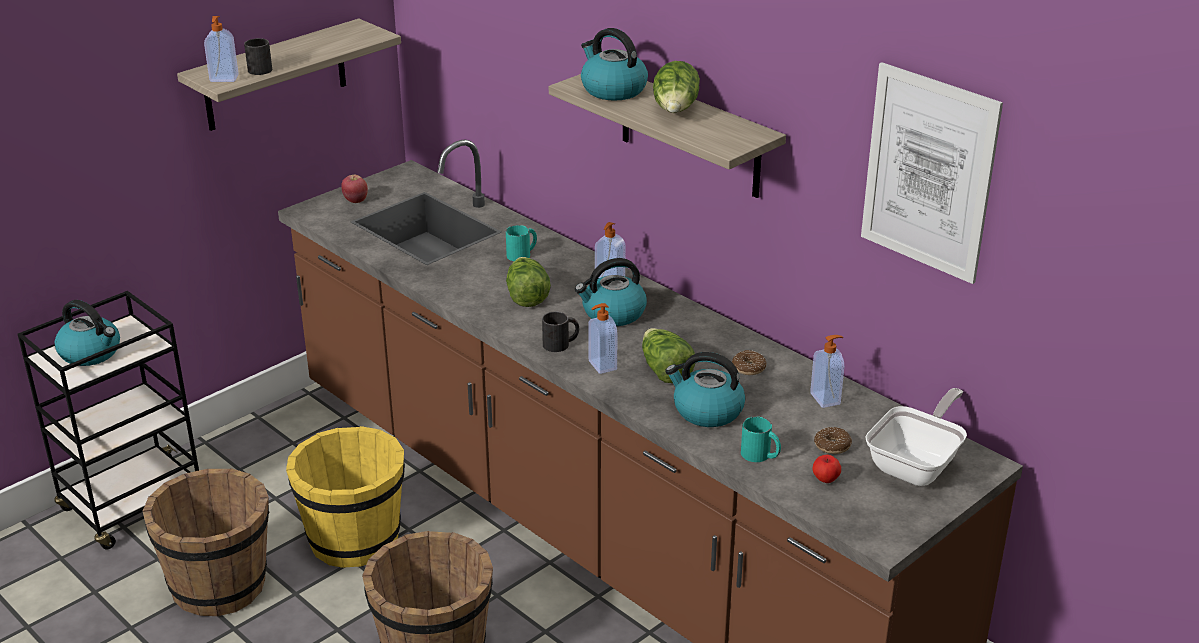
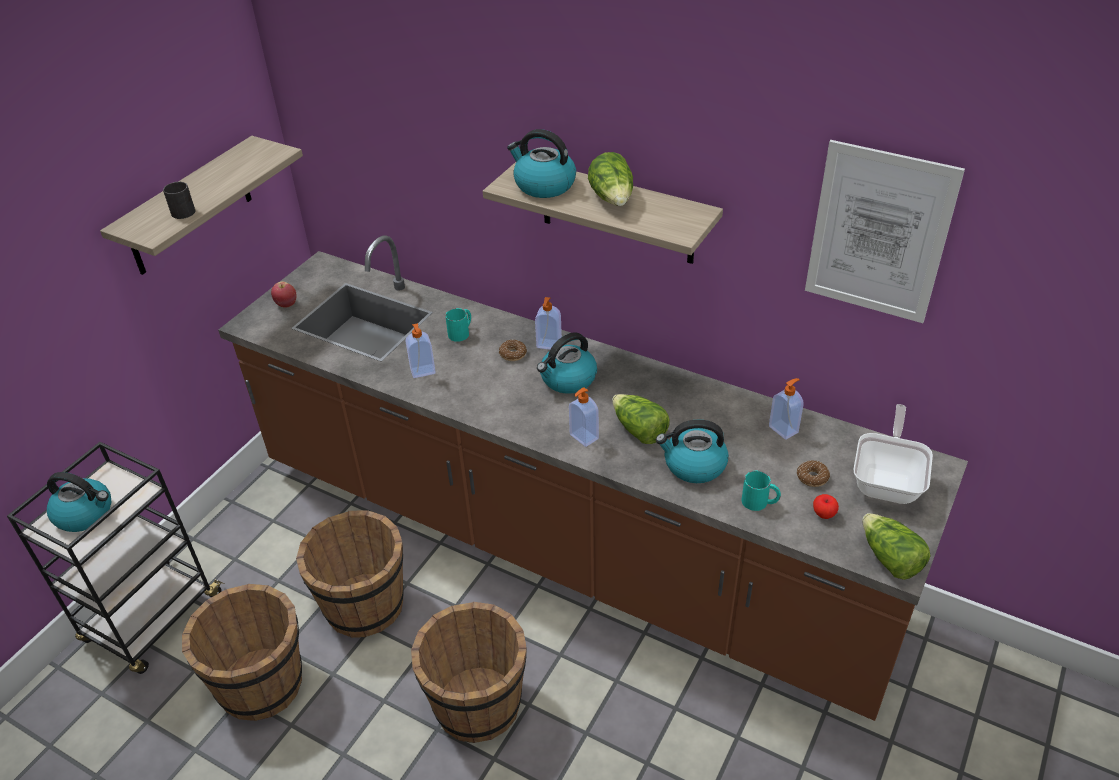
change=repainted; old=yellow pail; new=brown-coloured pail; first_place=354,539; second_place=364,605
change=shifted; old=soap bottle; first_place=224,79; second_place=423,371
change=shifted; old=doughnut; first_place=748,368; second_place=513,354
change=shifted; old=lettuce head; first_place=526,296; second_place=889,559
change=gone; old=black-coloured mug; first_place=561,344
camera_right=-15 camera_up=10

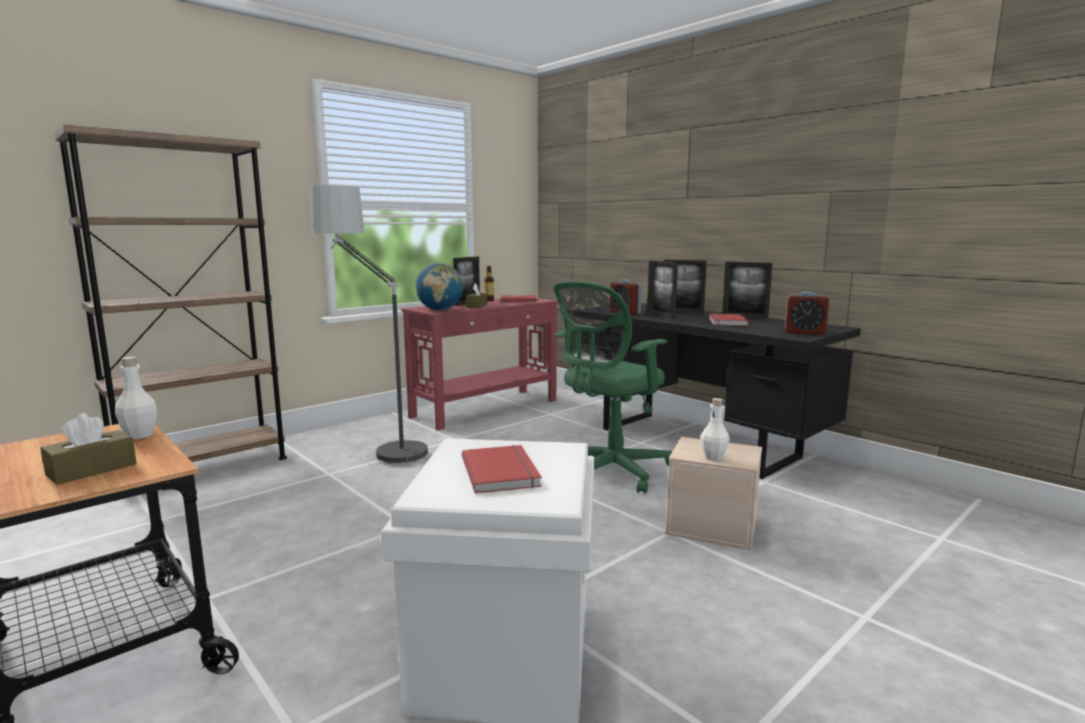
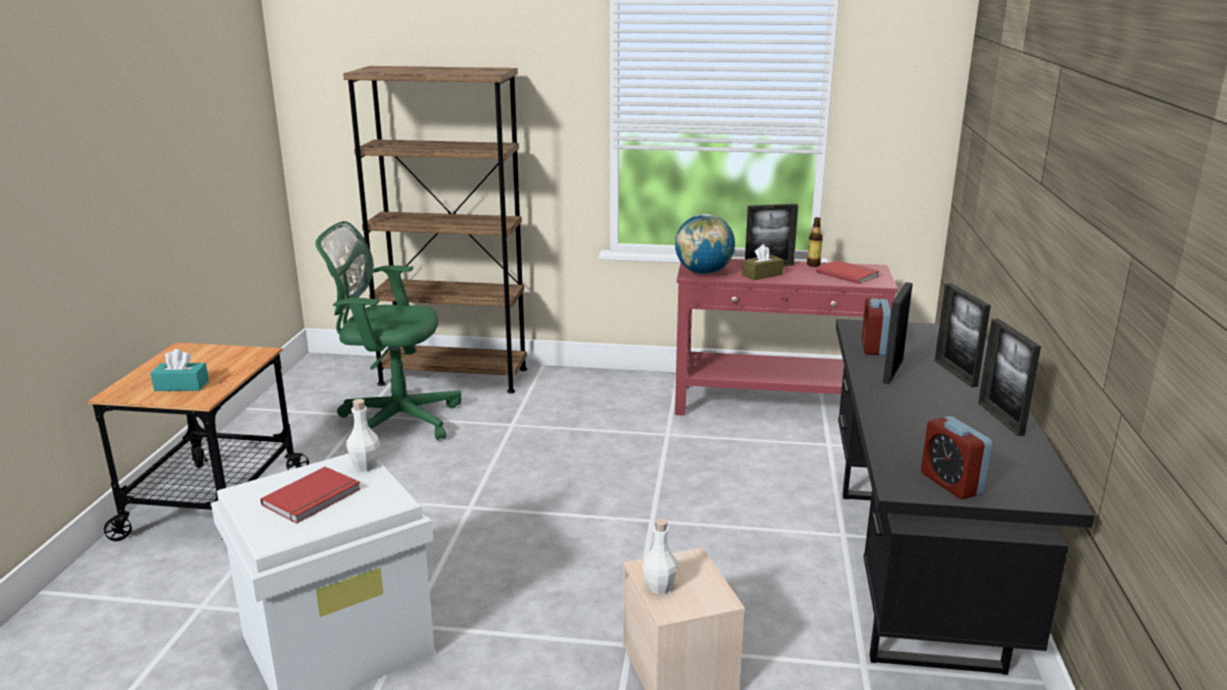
change=repainted; old=brown-coloured box of tissues; new=turquoise-coloured box of tissues; first_place=92,469; second_place=181,386
change=shifted; old=greenish office chair; first_place=610,472; second_place=395,418
change=shifted; old=white-coloured drink bottle; first_place=139,435; second_place=365,466
change=gone; old=standing lamp; first_place=375,447
change=gone; old=reddish book; first_place=725,322
camera_right=50 camera_up=10

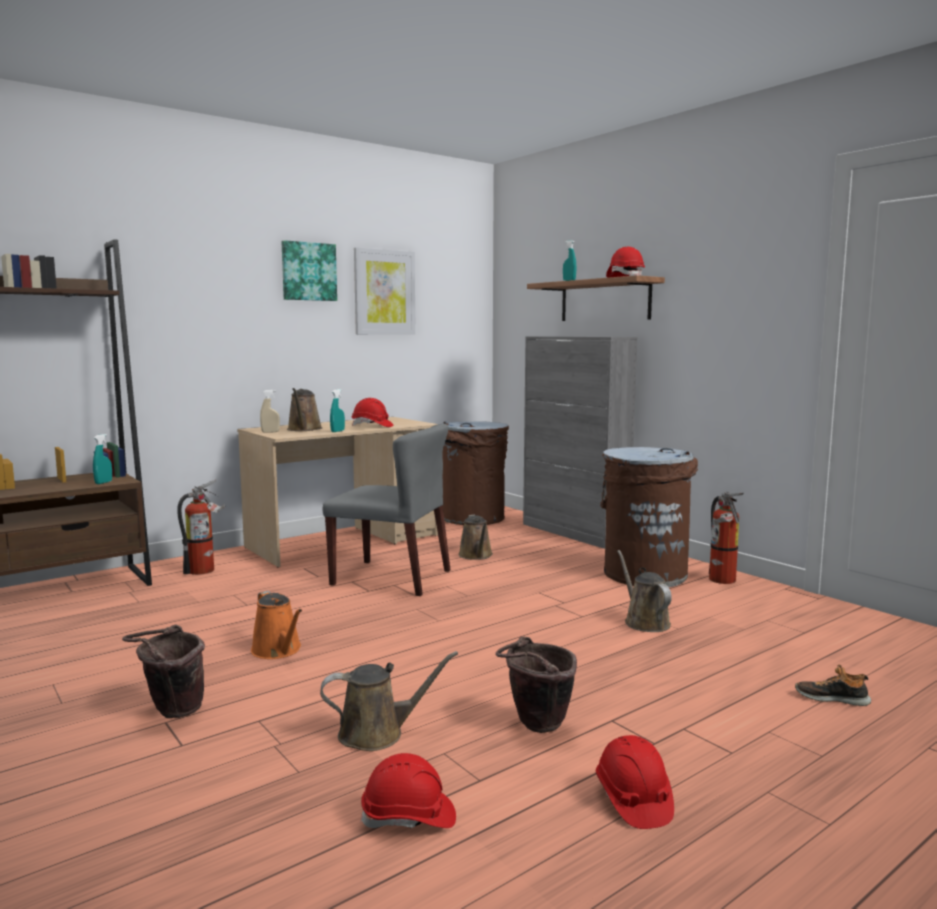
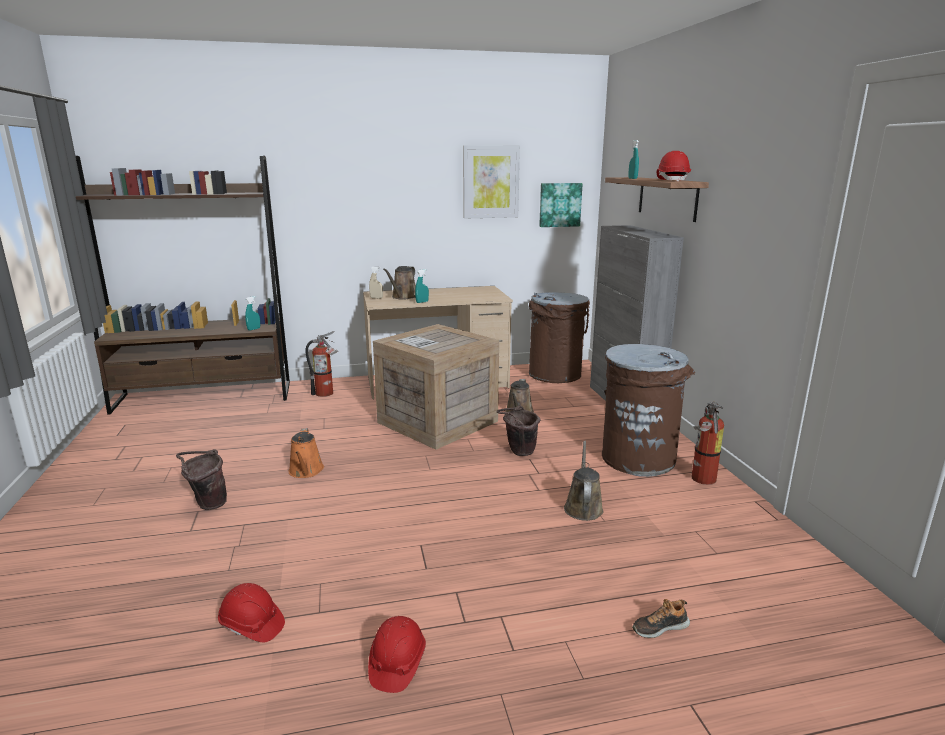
change=swapped; old=greyish chair; new=shipping crate; first_place=392,577; second_place=437,423
change=shifted; old=brown-coloured pail; first_place=535,726; second_place=518,452
change=shifted; old=picture; first_place=308,271; second_place=559,205
change=rotated; old=shoe; first_place=831,698; second_place=659,627; degrees=-60
change=gone; old=brown-coloured watering pot; first_place=377,733
change=gone; old=reddish safety helmet; first_place=372,426
camera_right=25 camera_up=10

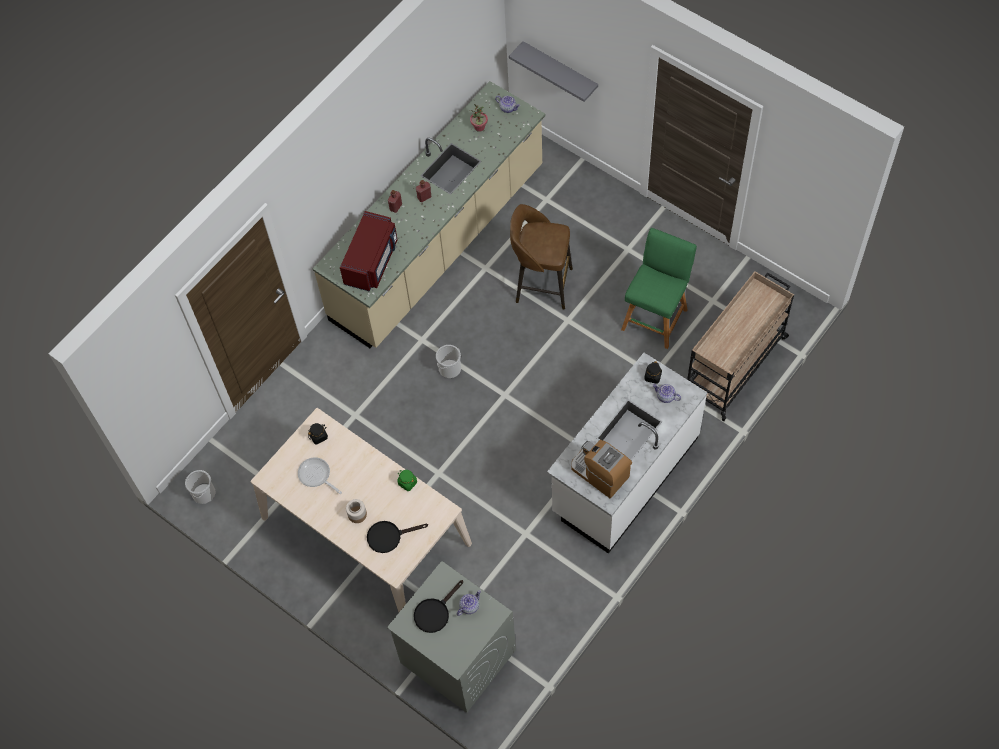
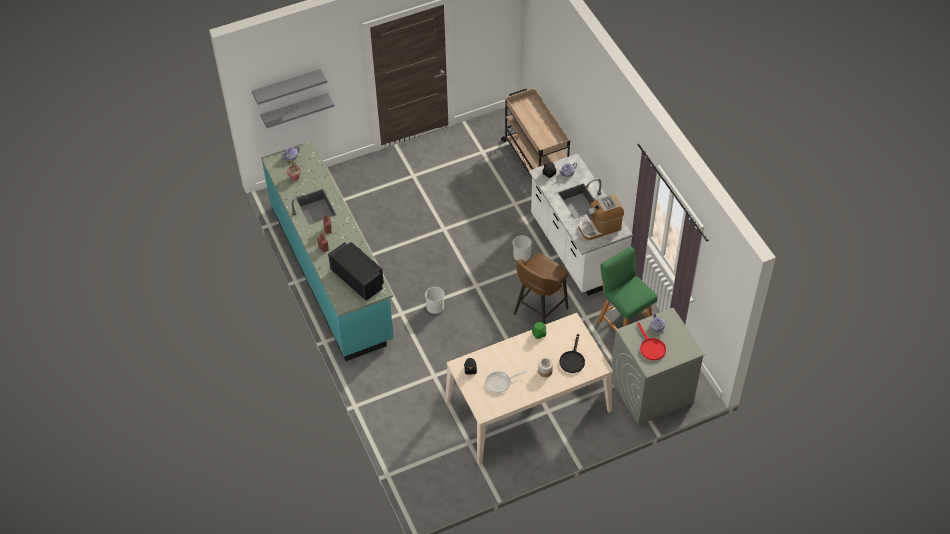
change=new; new=greyish shelf; second_place=287,87
change=repainted; old=beige-coloured counter; new=turquoise-coloured counter; first_place=439,244; second_place=331,272
change=repainted; old=reddish microwave; new=black-coloured microwave; first_place=372,261; second_place=358,279
change=shifted; old=pail; first_place=203,493; second_place=521,255
change=shifted; old=brown-coloured stool seat; first_place=541,285; second_place=539,312
change=shifted; old=greenish stool seat; first_place=655,317; second_place=623,323
change=repainted; old=black-coloured frying pan; new=reddish frying pan; first_place=435,612; second_place=650,347
camera_right=-65 camera_up=-10

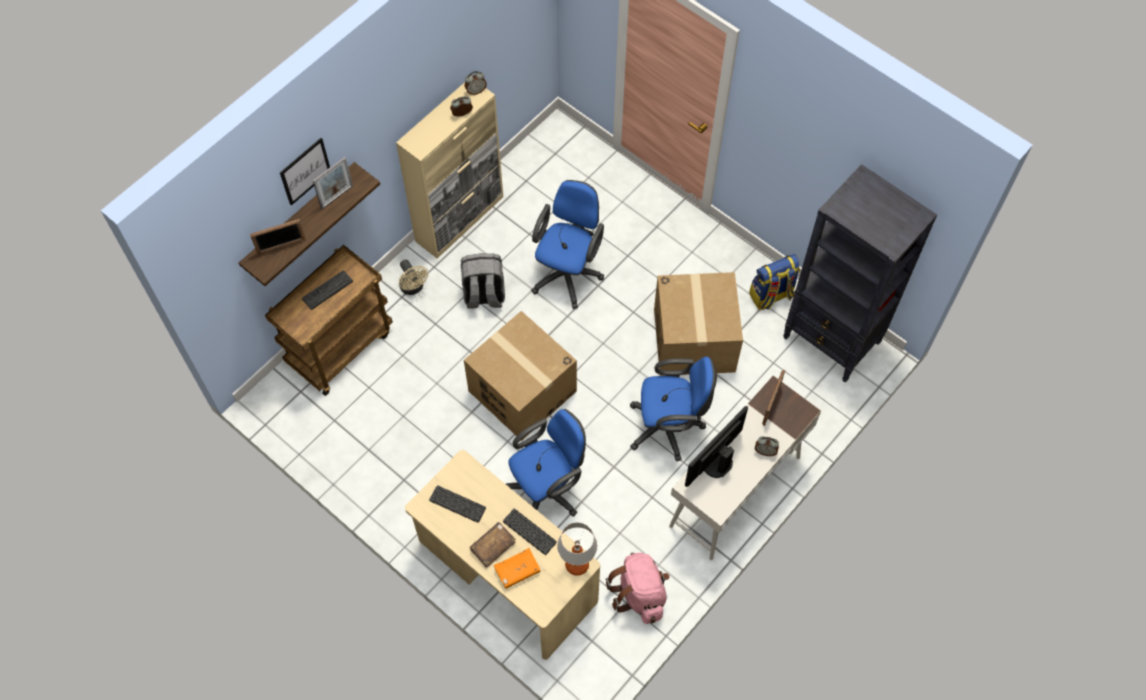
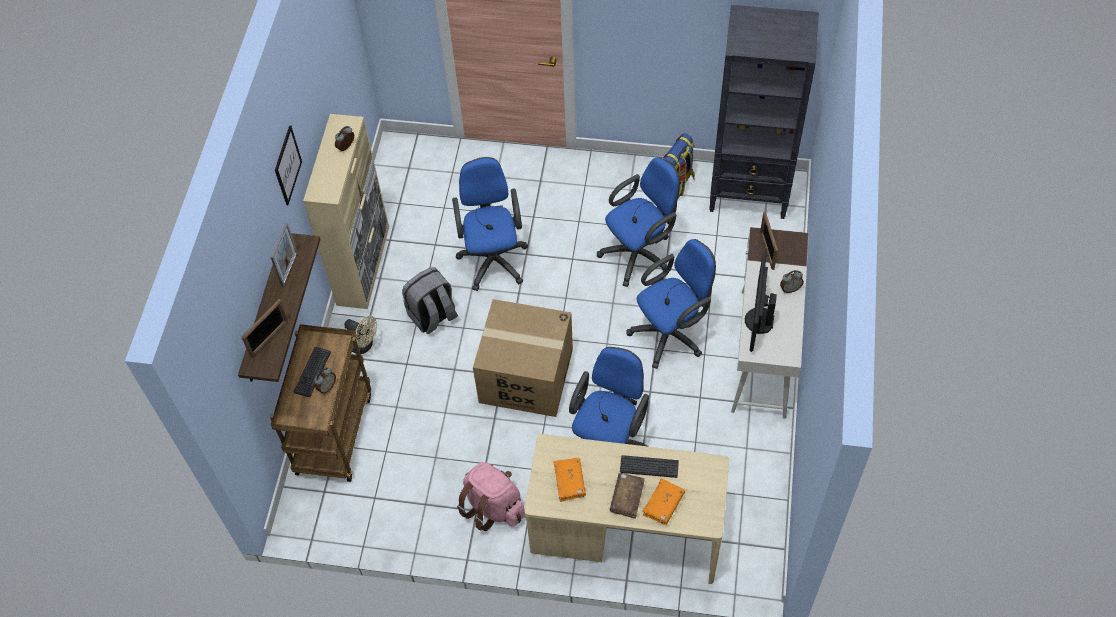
change=shifted; old=picture; first_place=305,171; second_place=287,165
change=shifted; old=bedside clock; first_place=476,91; second_place=327,387
change=shifted; old=pink rucksack; first_place=640,594; second_place=493,506
change=swapped; old=PC keyboard; new=orangey book; first_place=457,504; second_place=569,481
change=swapped; old=packing box; new=blue-coloured office chair; first_place=694,340; second_place=640,253
change=gone; old=tabletop lamp; first_place=576,565
camera_right=-30 camera_up=-5

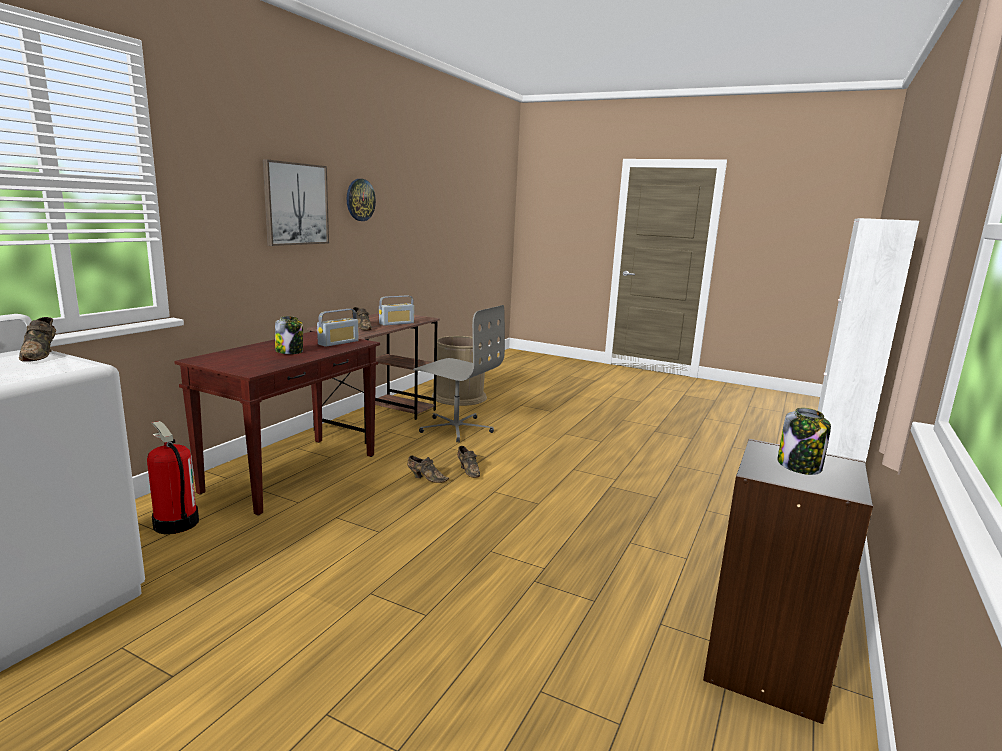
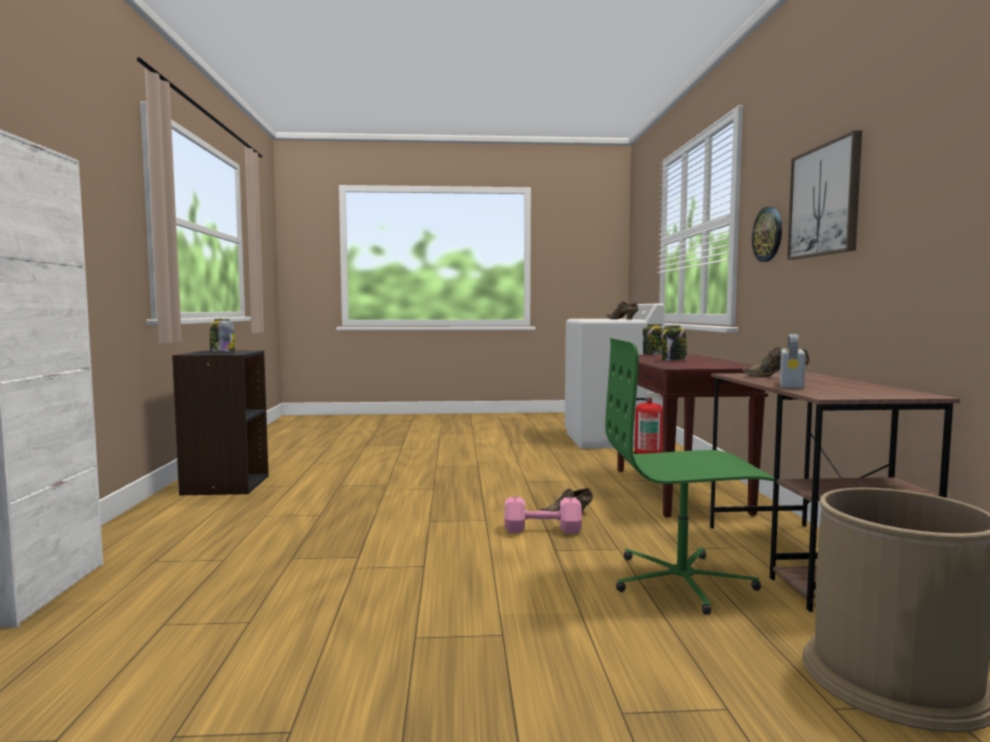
change=swapped; old=brown-coloured shoe; new=pink dumbbell; first_place=468,470; second_place=544,530
change=repainted; old=greyish office chair; new=greenish office chair; first_place=456,428; second_place=682,581
change=new; new=jar; second_place=654,355
change=shifted; old=clock on the wall; first_place=360,200; second_place=768,234
change=gone; old=radio; first_place=338,342
camera_right=150 camera_up=-10

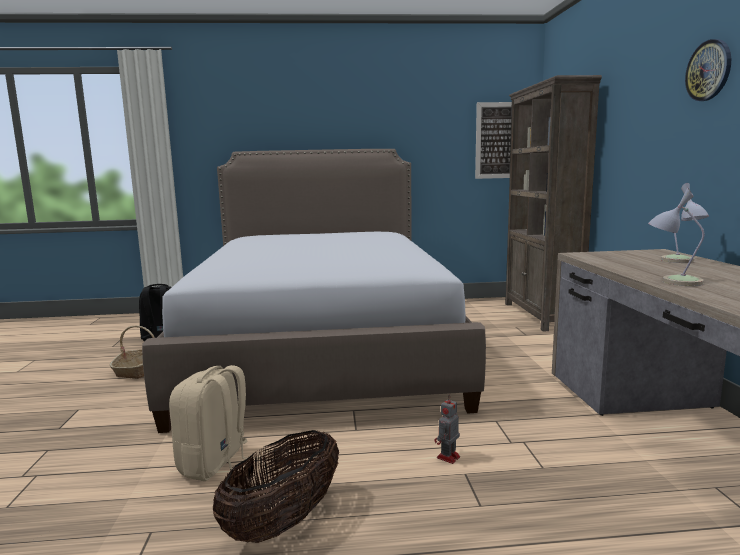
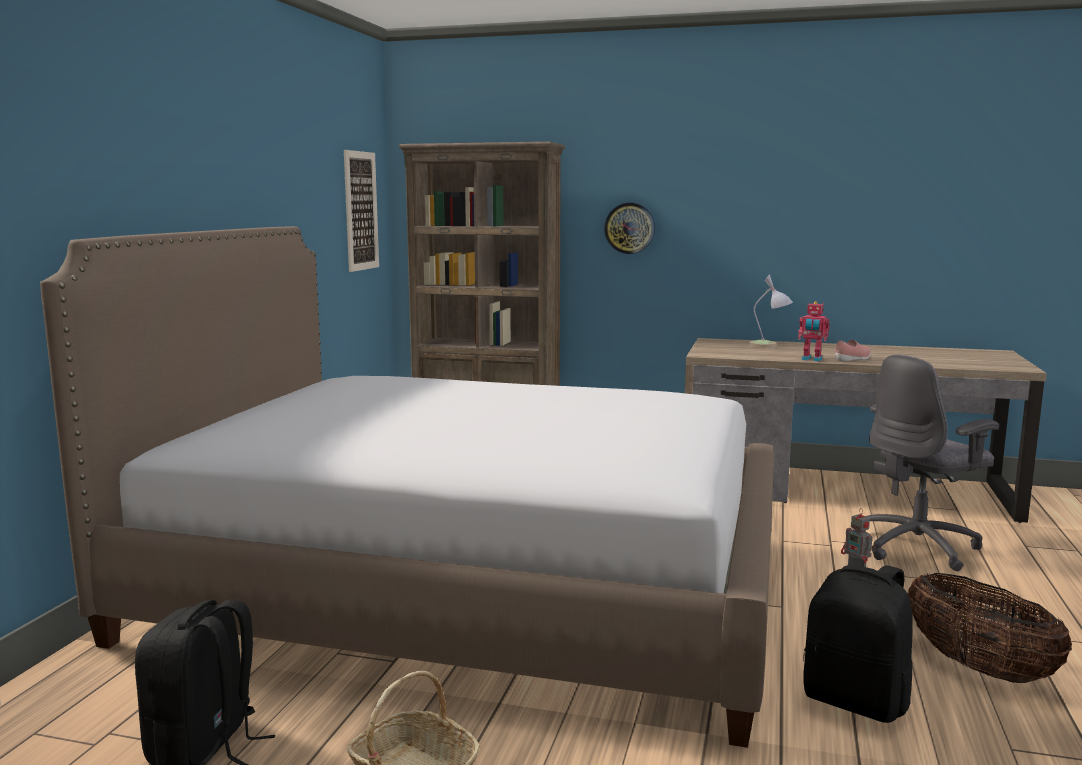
change=shifted; old=clock on the wall; first_place=709,70; second_place=629,228
change=new; new=toy robot; second_place=811,359
change=repainted; old=beige-coloured rucksack; new=black-coloured rucksack; first_place=215,464; second_place=856,701
change=swapped; old=tabletop lamp; new=pink shoe; first_place=672,281; second_place=853,359
change=new; new=greyish office chair; second_place=918,547
camera_right=-70 camera_up=0

